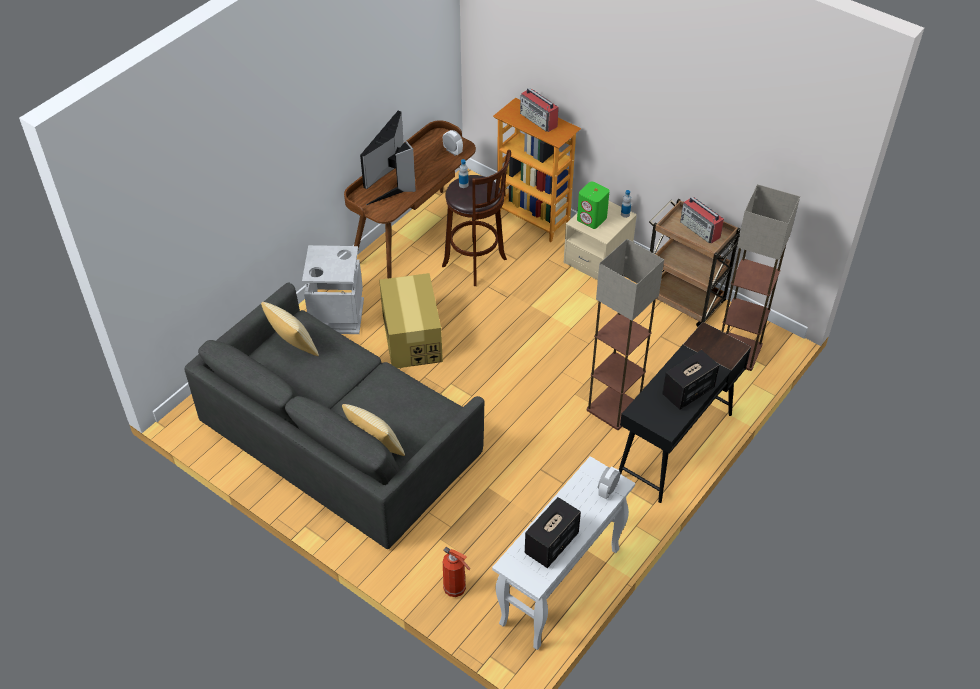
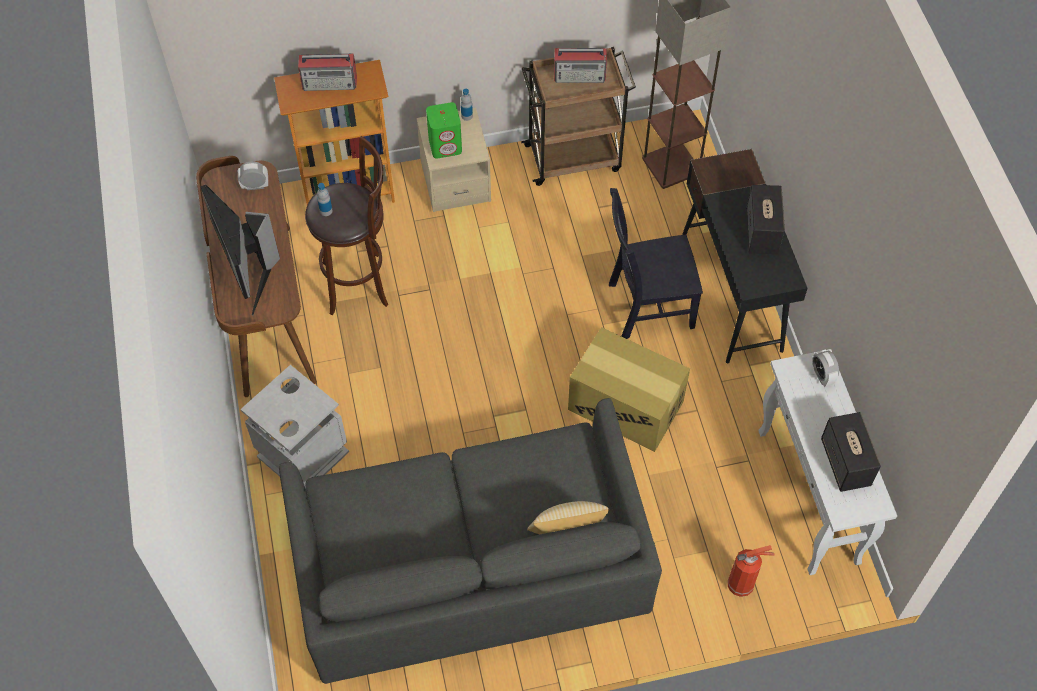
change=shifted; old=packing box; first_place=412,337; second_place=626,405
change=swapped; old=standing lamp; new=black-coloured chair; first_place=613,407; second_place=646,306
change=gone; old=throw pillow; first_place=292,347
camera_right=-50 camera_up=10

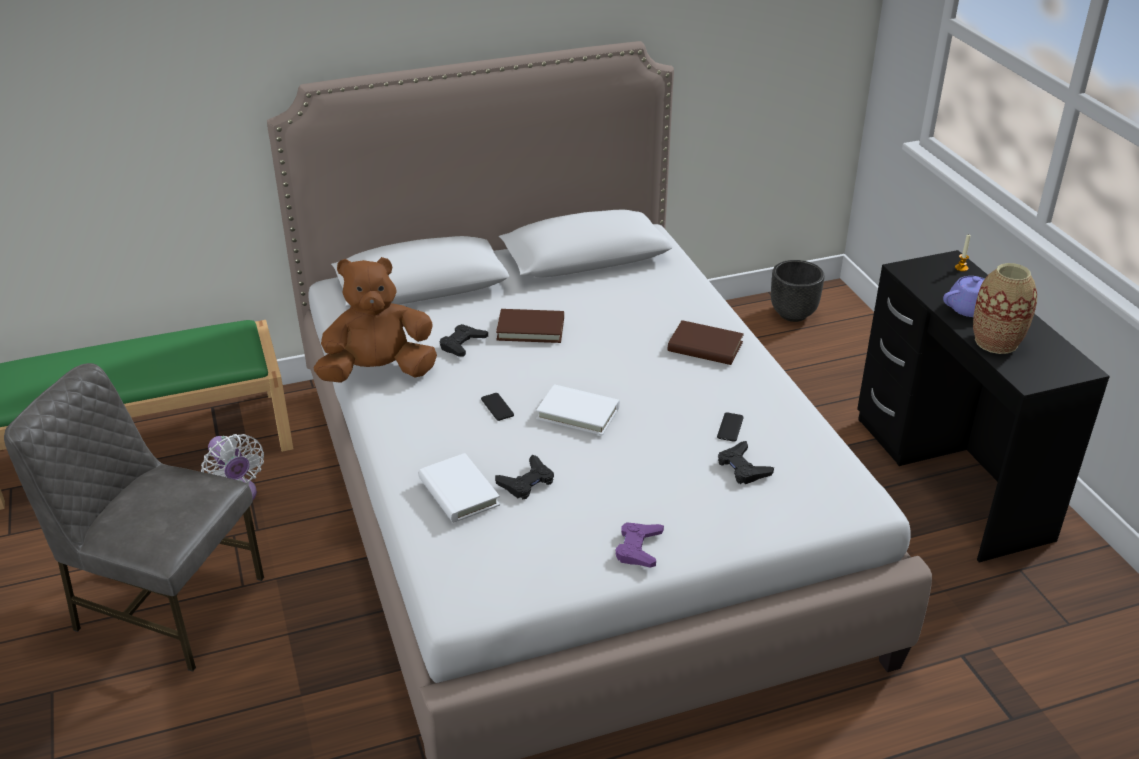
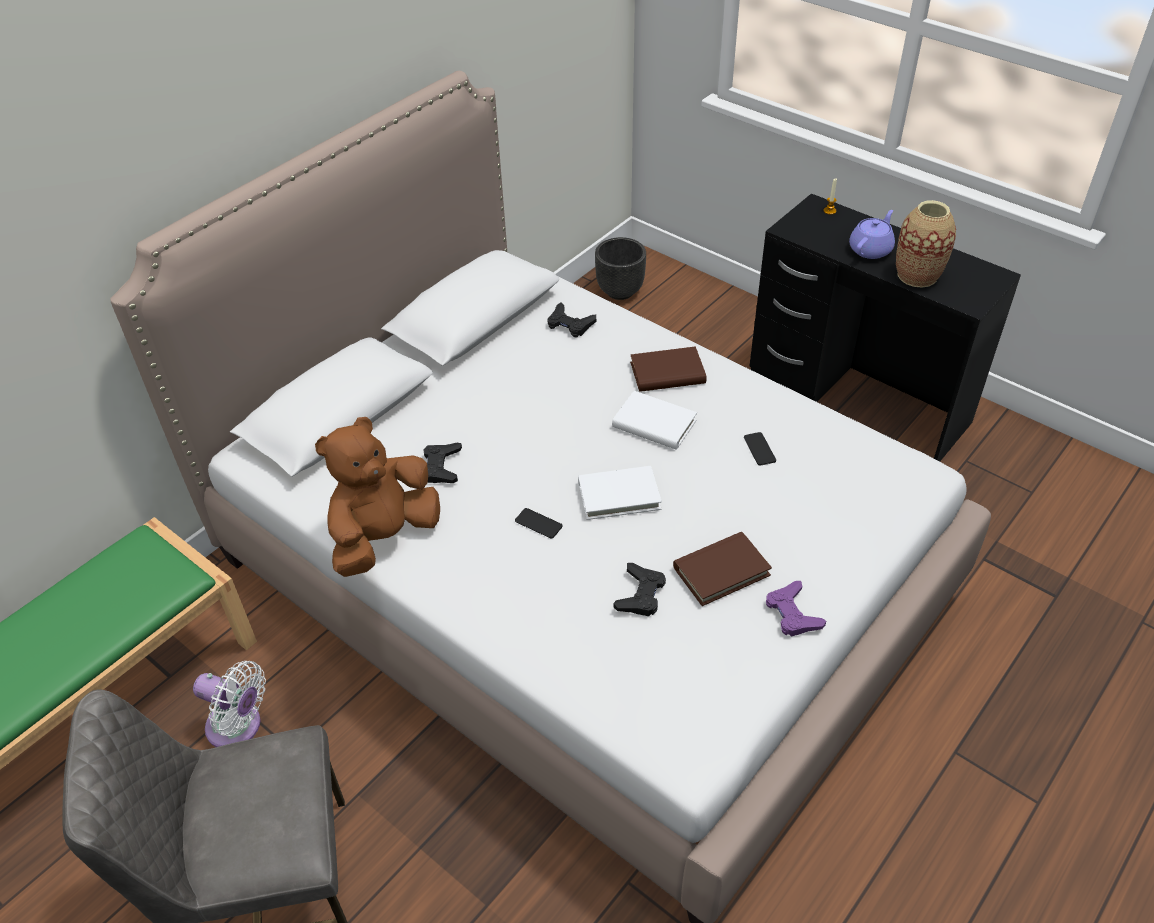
change=shifted; old=black-coloured joypad; first_place=743,468; second_place=570,324
change=shifted; old=white-coloured book; first_place=458,492; second_place=654,424
change=shifted; old=brown-coloured book; first_place=530,329; second_place=721,571
camera_right=-30 camera_up=10

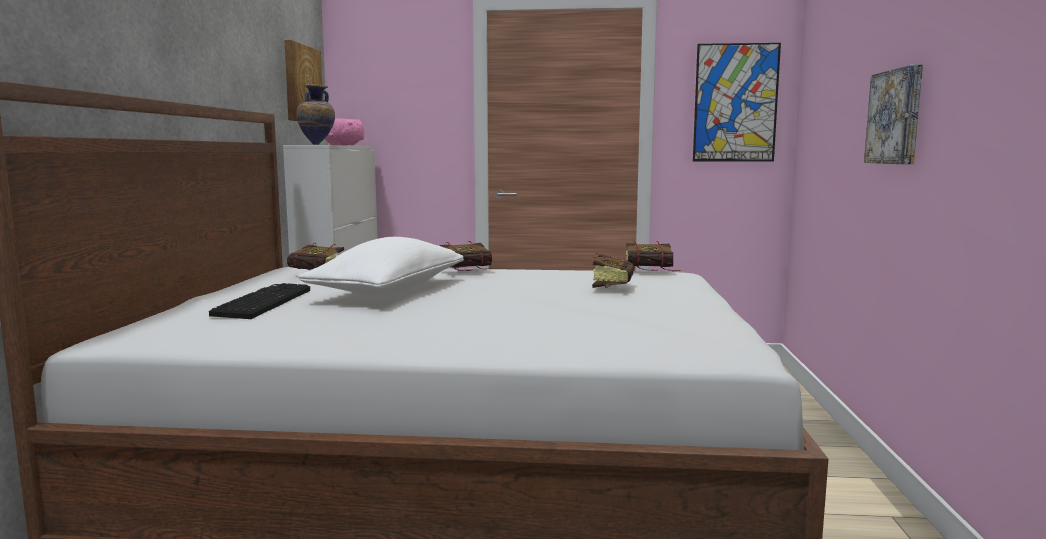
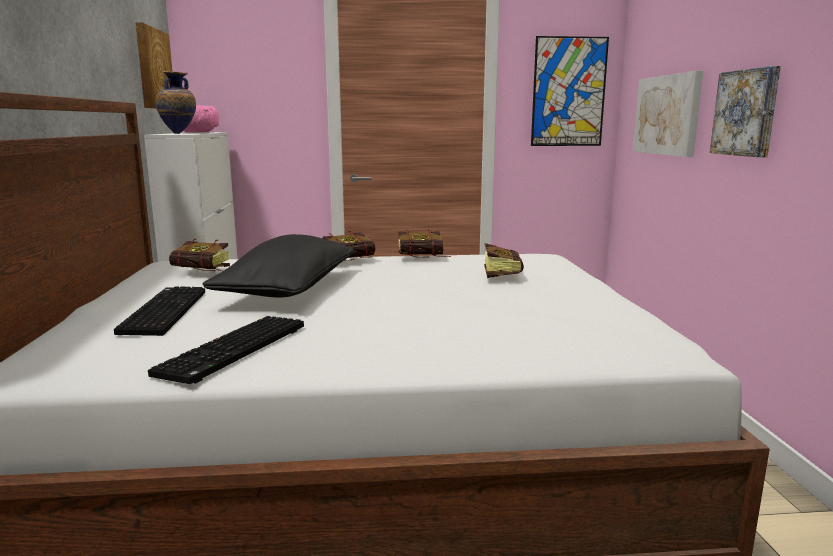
change=new; new=PC keyboard; second_place=235,351
change=repainted; old=white-coloured throw pillow; new=black-coloured throw pillow; first_place=388,292; second_place=288,290
change=shifted; old=book; first_place=654,272; second_place=425,259
change=new; new=picture; second_place=667,115
camera_right=-10 camera_up=5

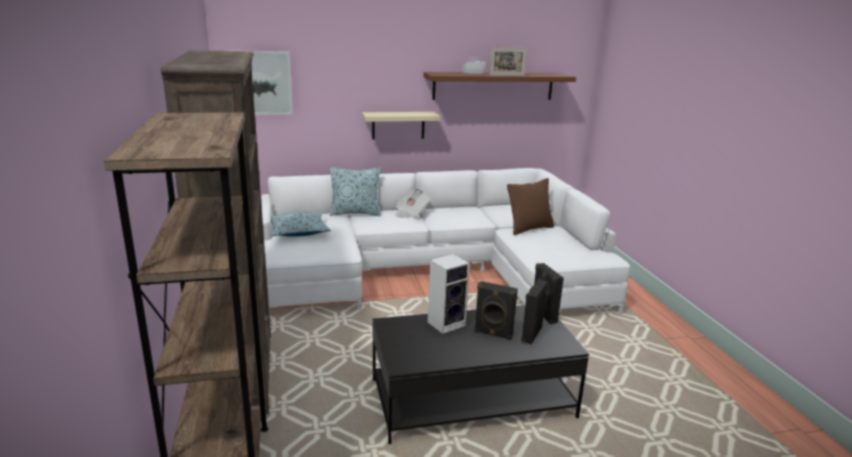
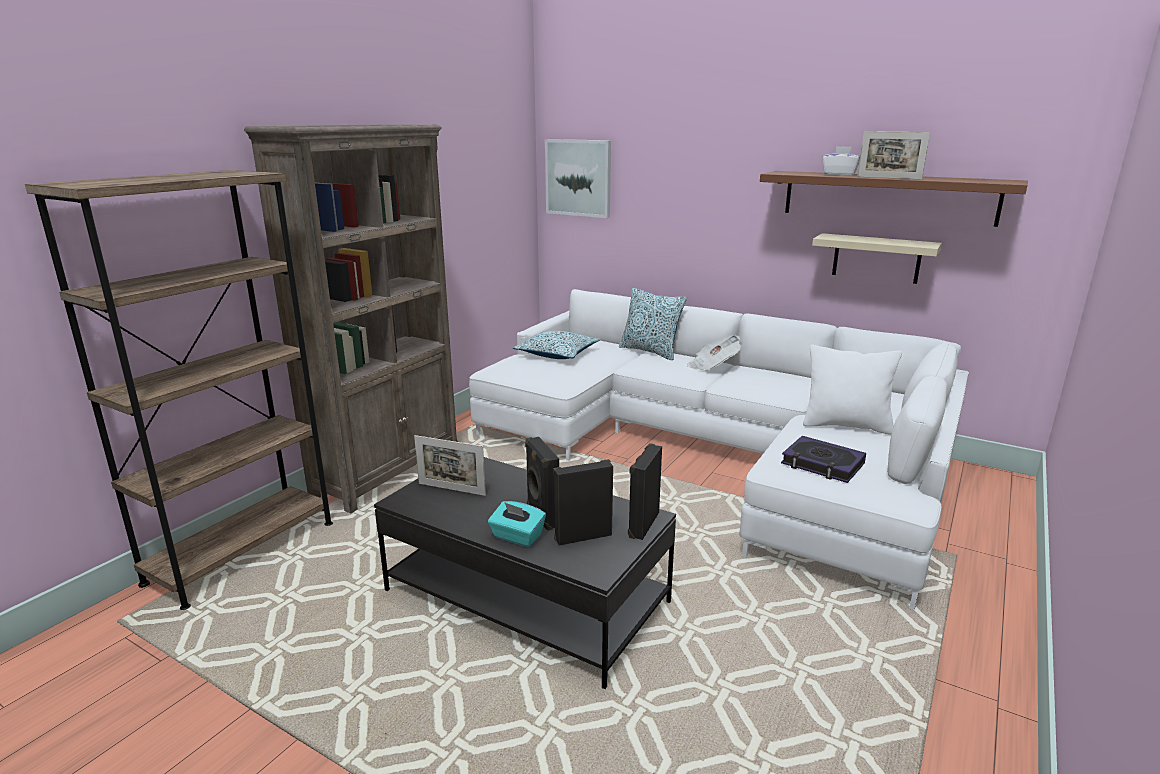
change=new; new=photo frame; second_place=451,489
change=new; new=turquoise-coloured box of tissues; second_place=517,537
change=new; new=book; second_place=822,464
change=repainted; old=brown-coloured throw pillow; new=white-coloured throw pillow; first_place=529,228; second_place=846,425
change=shifted; old=beige-coloured shelf; first_place=398,125; second_place=876,258
change=gone; old=audio speaker; first_place=447,323
camera_right=45 camera_up=0

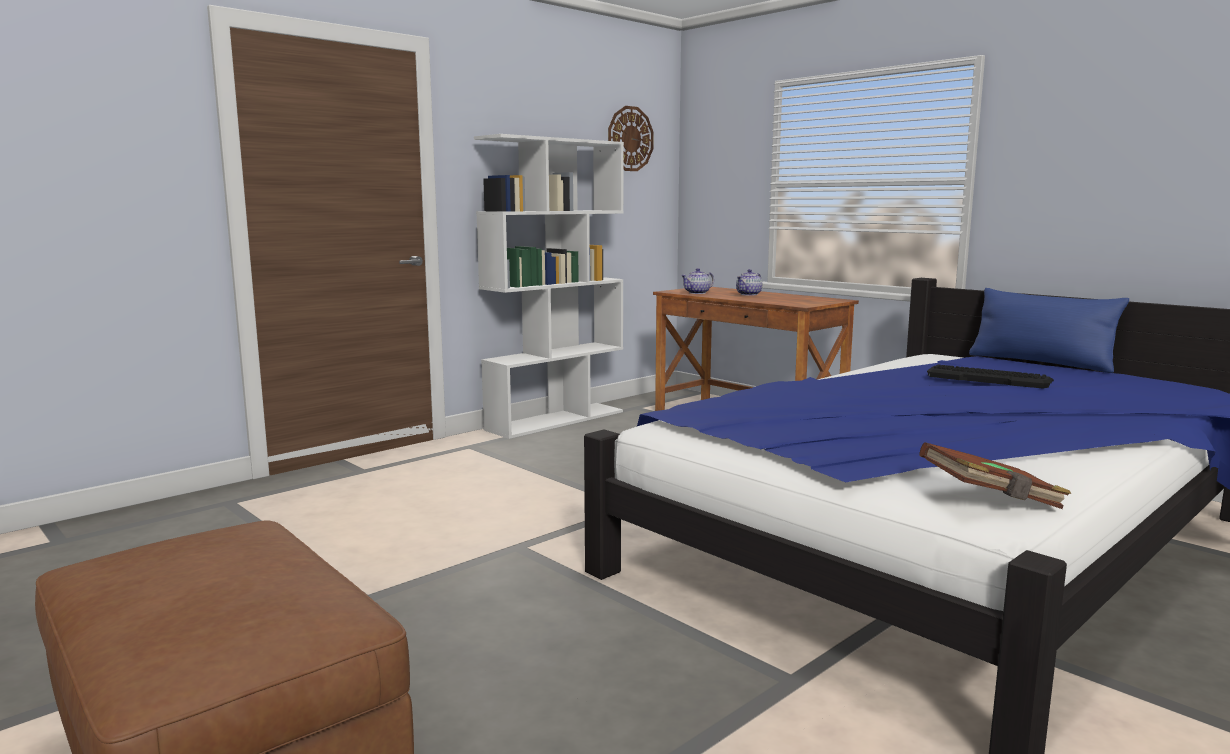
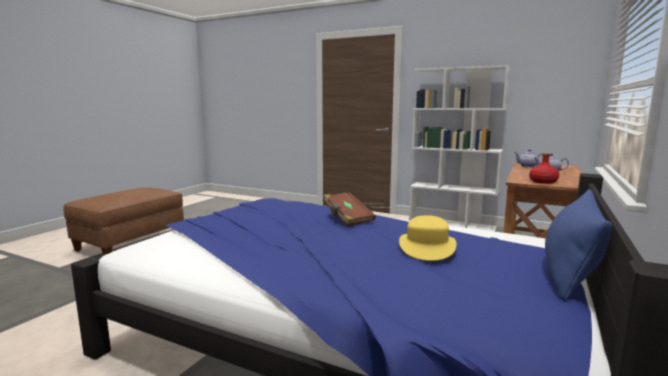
change=shifted; old=brown-coloured book; first_place=991,500; second_place=347,218
change=swapped; old=PC keyboard; new=yellow hat; first_place=988,378; second_place=427,247
change=new; new=reddish drink bottle; second_place=543,181
change=gone; old=clock on the wall; first_place=630,139
camera_right=70 camera_up=0

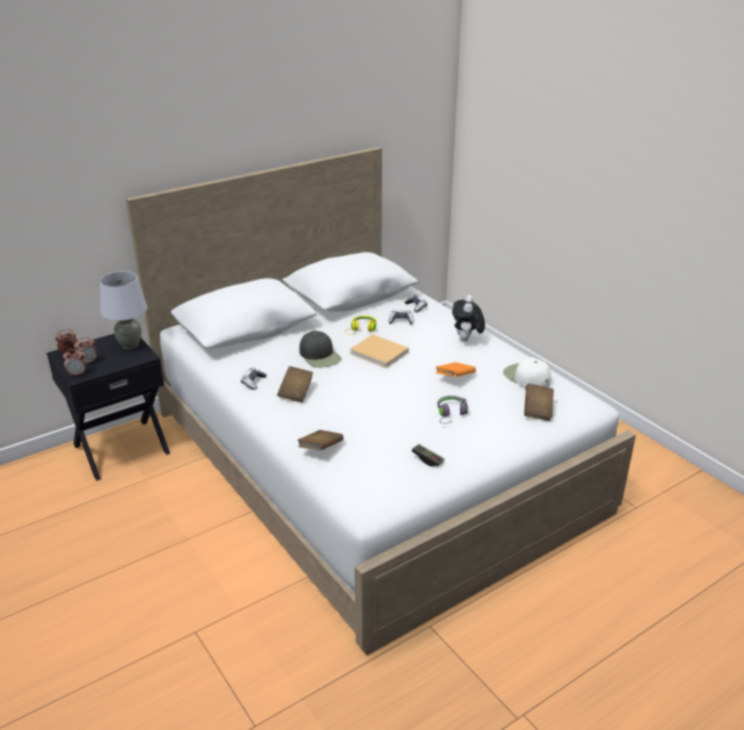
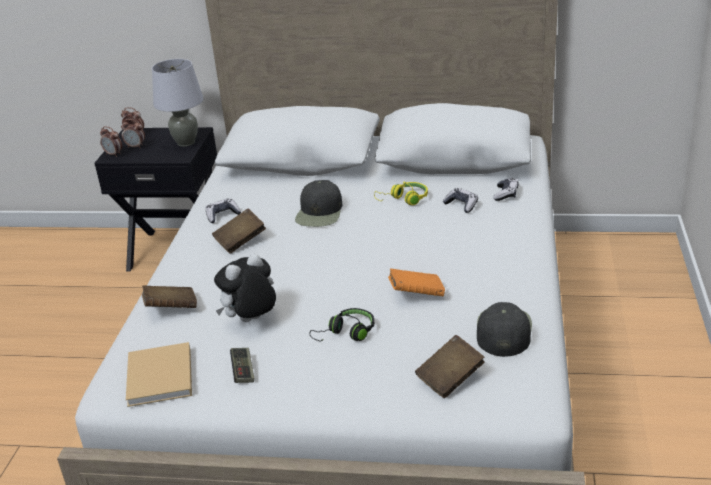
change=shifted; old=beige-coloured book; first_place=380,353; second_place=160,378
change=shifted; old=plush toy; first_place=466,340; second_place=251,321
change=repainted; old=purple headset; new=black-coloured headset; first_place=451,414; second_place=346,333
change=repainted; old=white-coloured baseball cap; new=black-coloured baseball cap; first_place=526,377; second_place=503,331
camera_right=45 camera_up=0

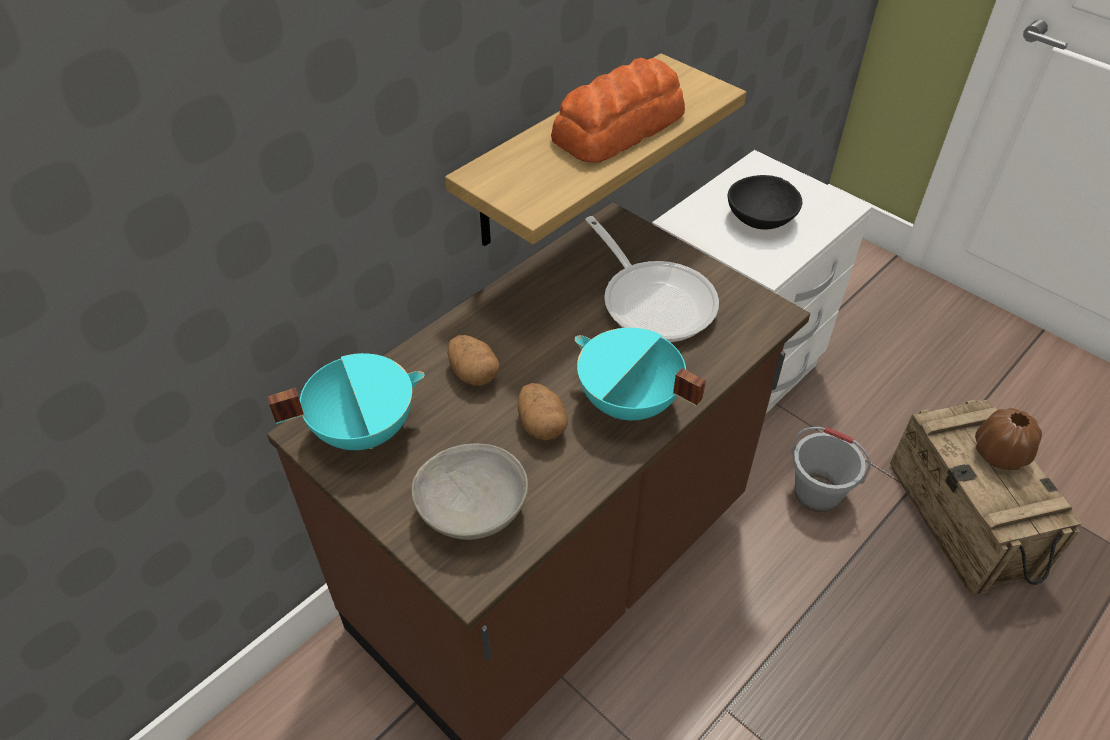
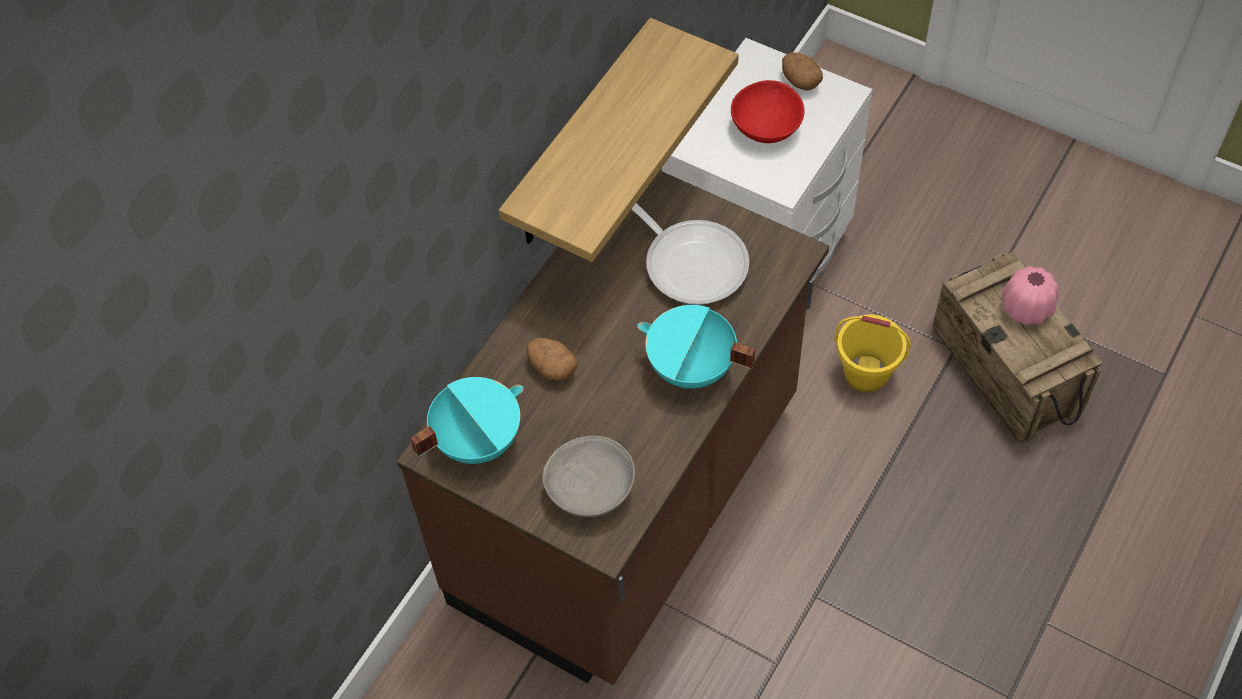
change=repainted; old=black-coloured deep dish; new=reddish deep dish; first_place=759,218; second_place=765,126
change=shifted; old=whole potato; first_place=541,424; second_place=800,81
change=repainted; old=greyish pail; new=yellow pail; first_place=817,493; second_place=866,373
change=repainted; old=brown-coloured flower vase; new=pink flower vase; first_place=999,454; second_place=1026,308
change=gone; old=bakery bread; first_place=620,127
camera_right=-10 camera_up=10

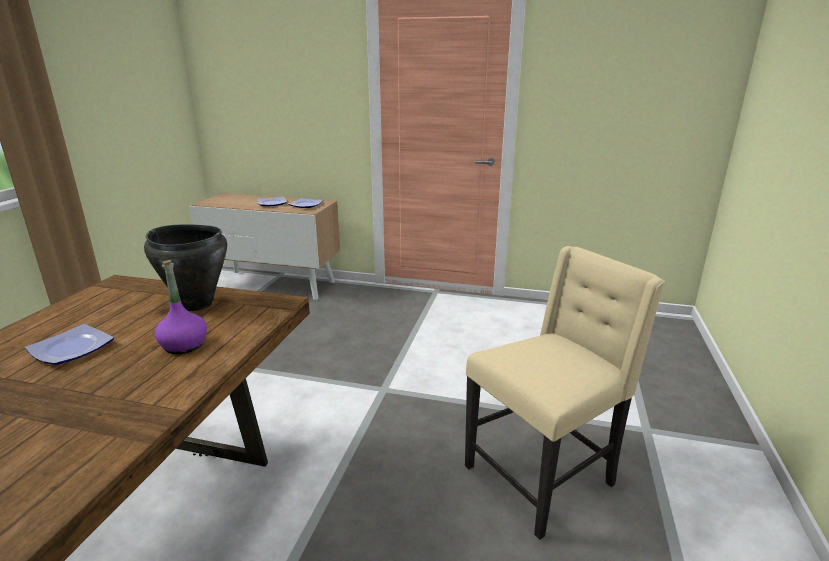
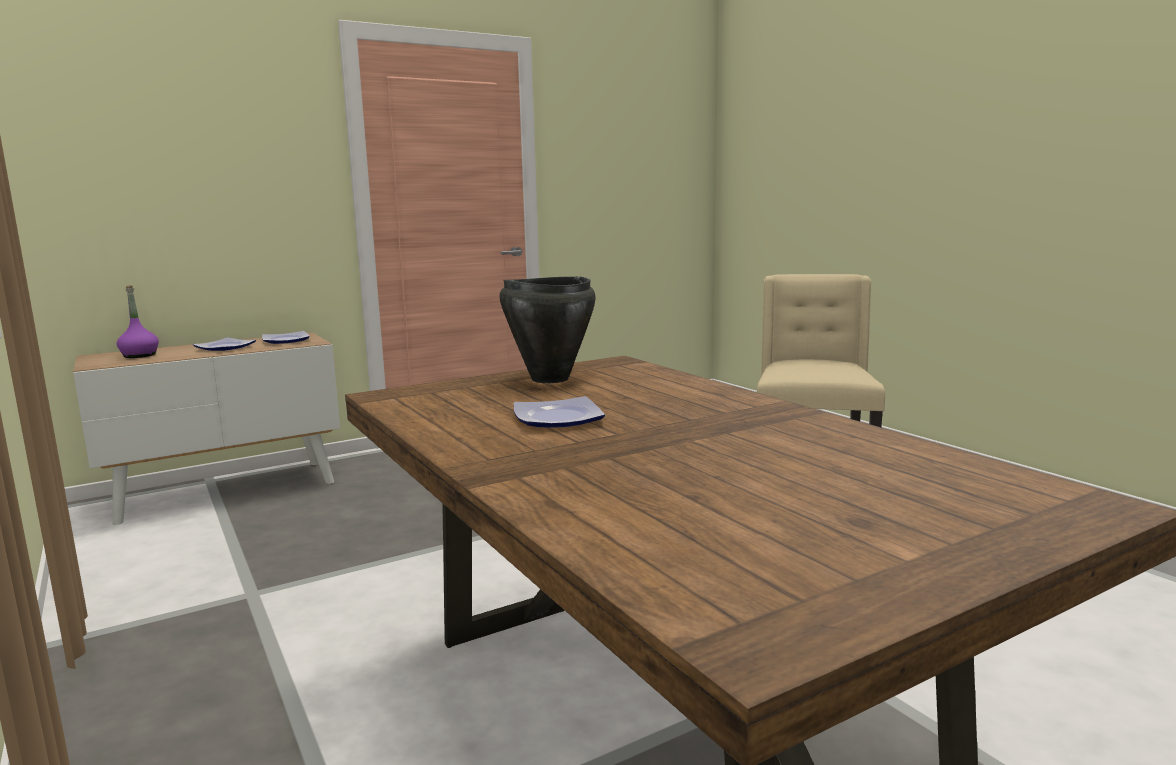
change=shifted; old=purple drink bottle; first_place=184,345; second_place=139,355
camera_right=-45 camera_up=-10

